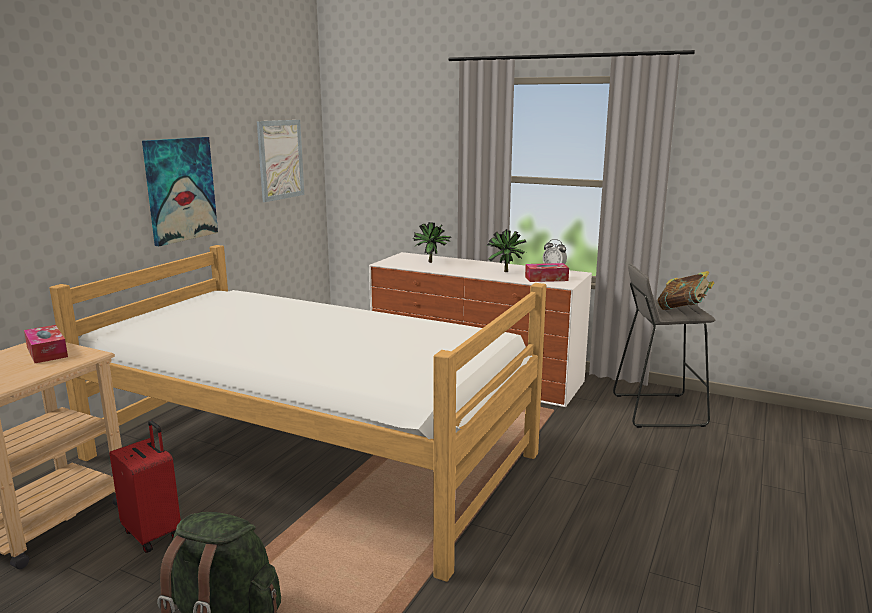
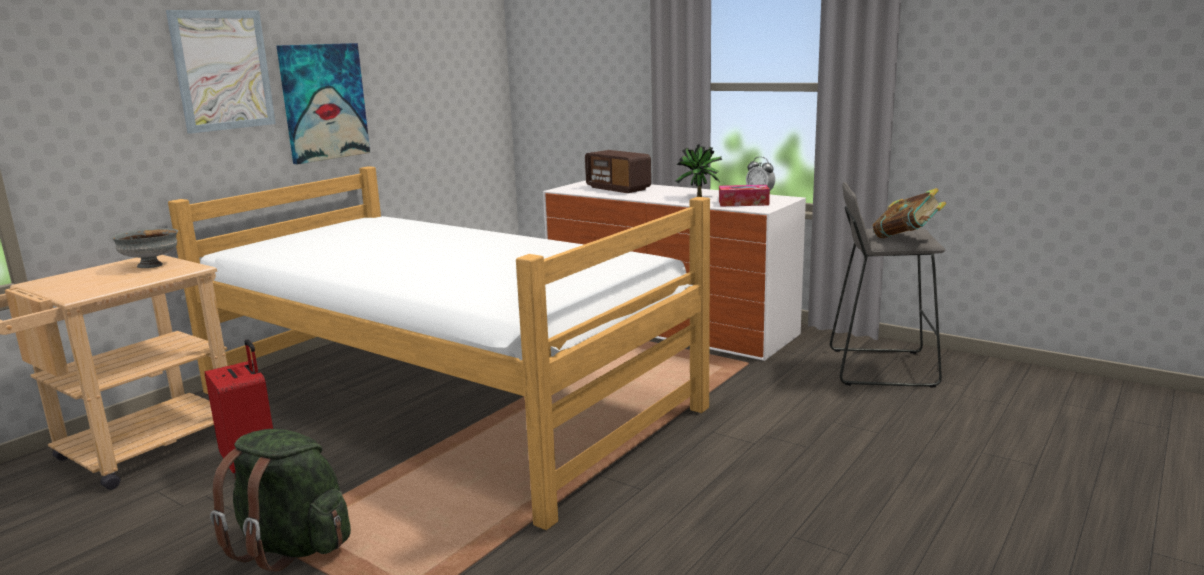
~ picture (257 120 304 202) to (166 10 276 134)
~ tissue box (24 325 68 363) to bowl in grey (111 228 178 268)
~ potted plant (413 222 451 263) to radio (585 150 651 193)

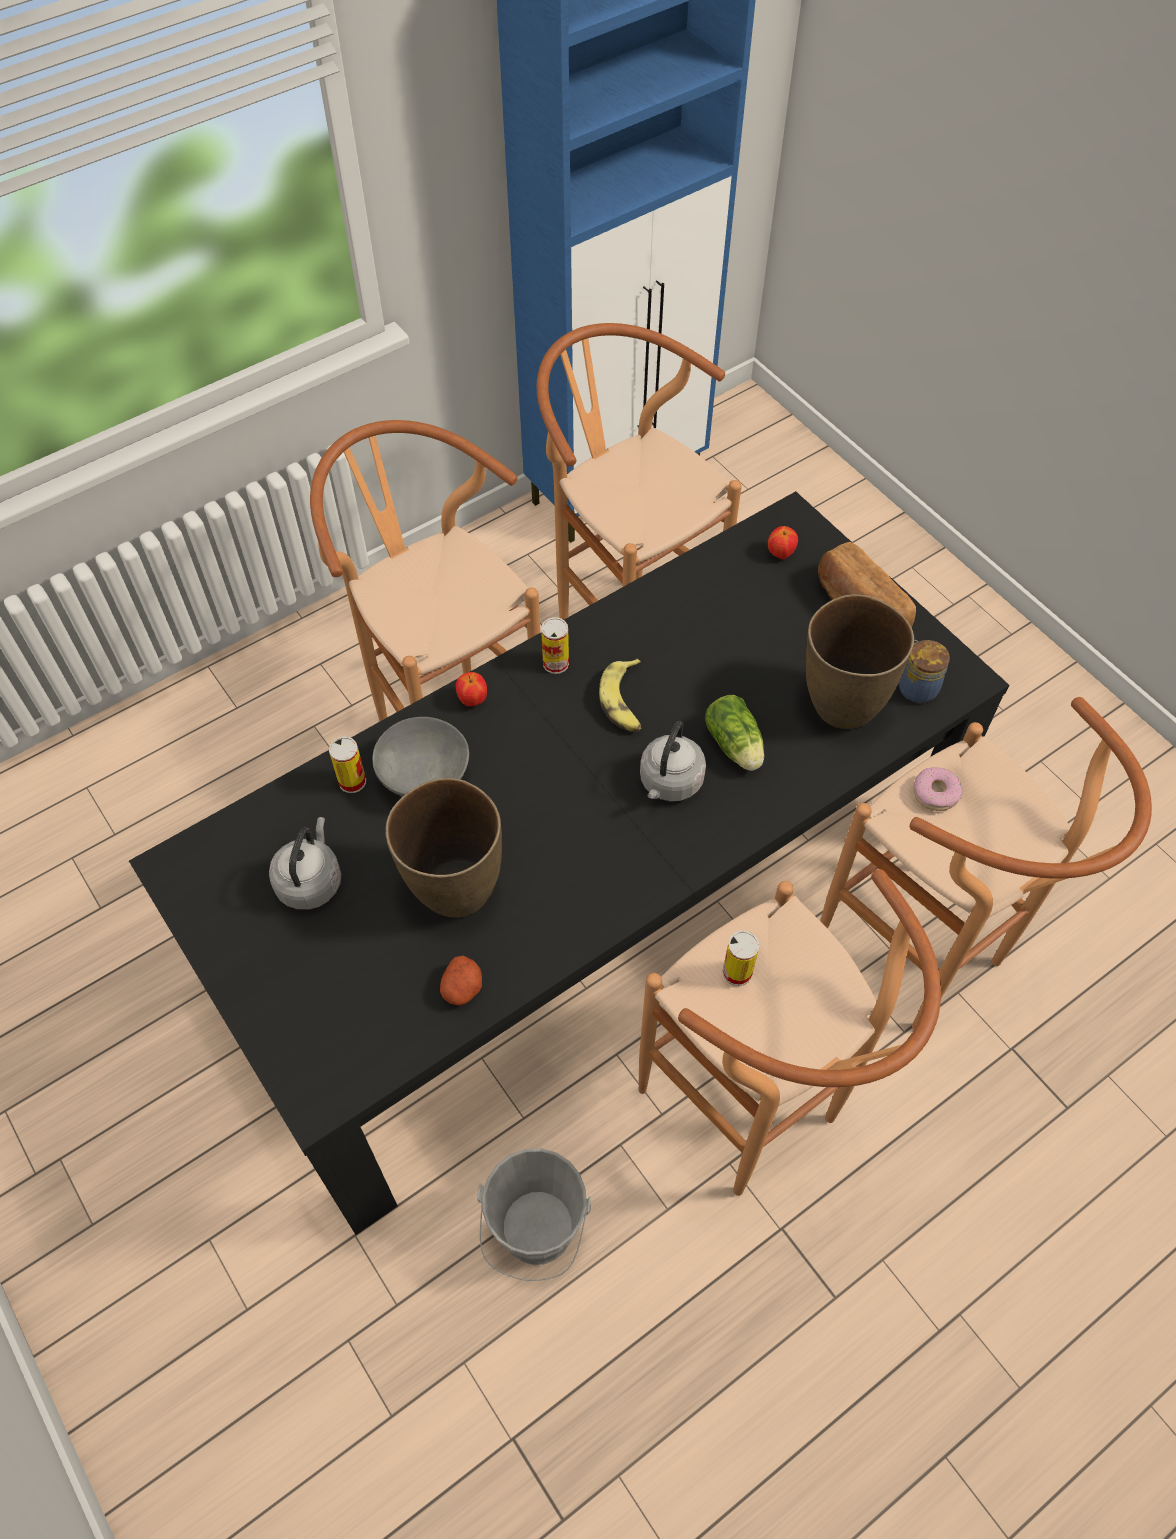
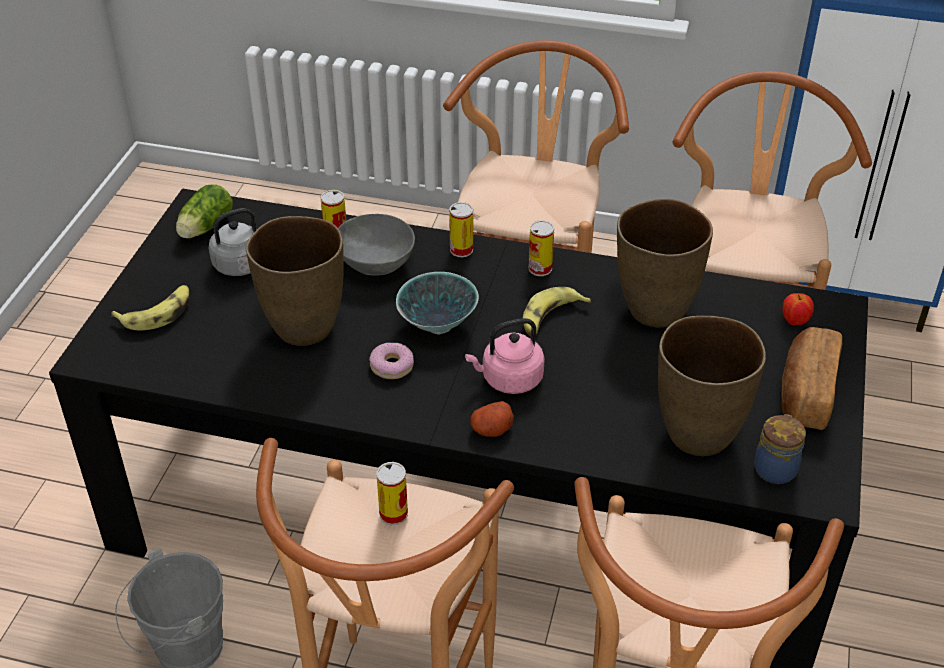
+ banana (111 285 189 331)
+ bowl (396 272 479 335)
+ vase in brown (617 199 713 328)
~ potato (440 956 482 1006) to (470 401 514 437)
~ lettuce (705 695 764 771) to (176 184 233 238)
~ donut (914 767 962 811) to (369 343 414 379)
~ apple (456 672 487 706) to can (449 202 473 257)
~ kettle in grey (640 721 706 802) to kettle in pink (465 318 545 394)

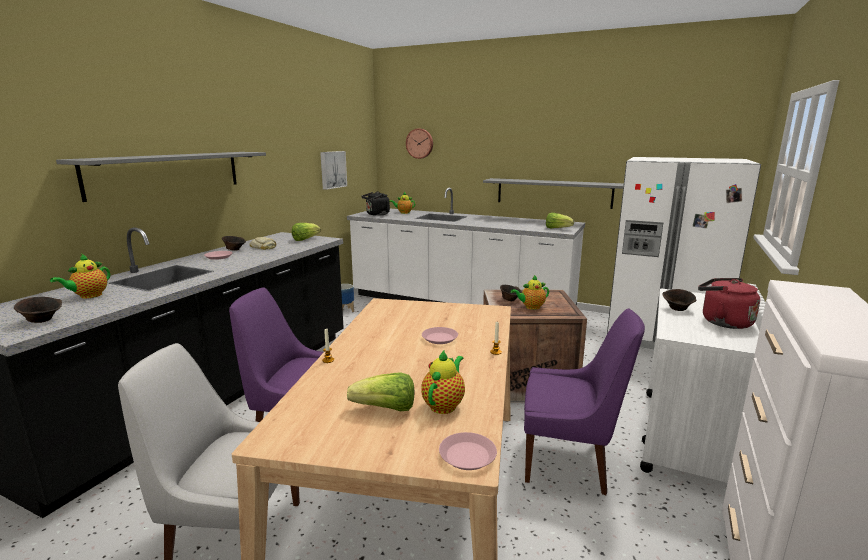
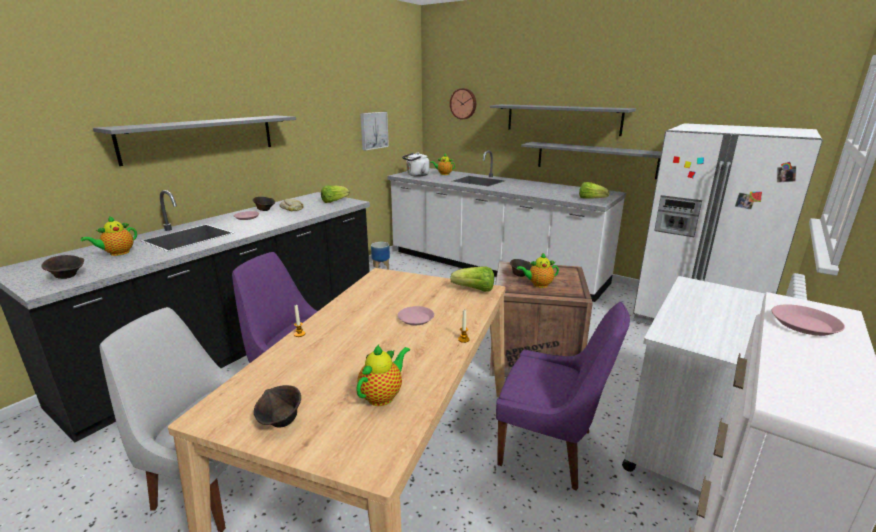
- kettle in red (698 278 760 329)
+ shelf in grey (490 104 636 136)
~ lettuce (347 372 414 411) to (450 267 494 292)
~ plate in pink (439 432 497 470) to (772 304 845 336)
~ bowl in brown (662 289 697 311) to (254 385 301 428)
~ kettle in black (361 192 390 216) to kettle in white (402 153 429 177)

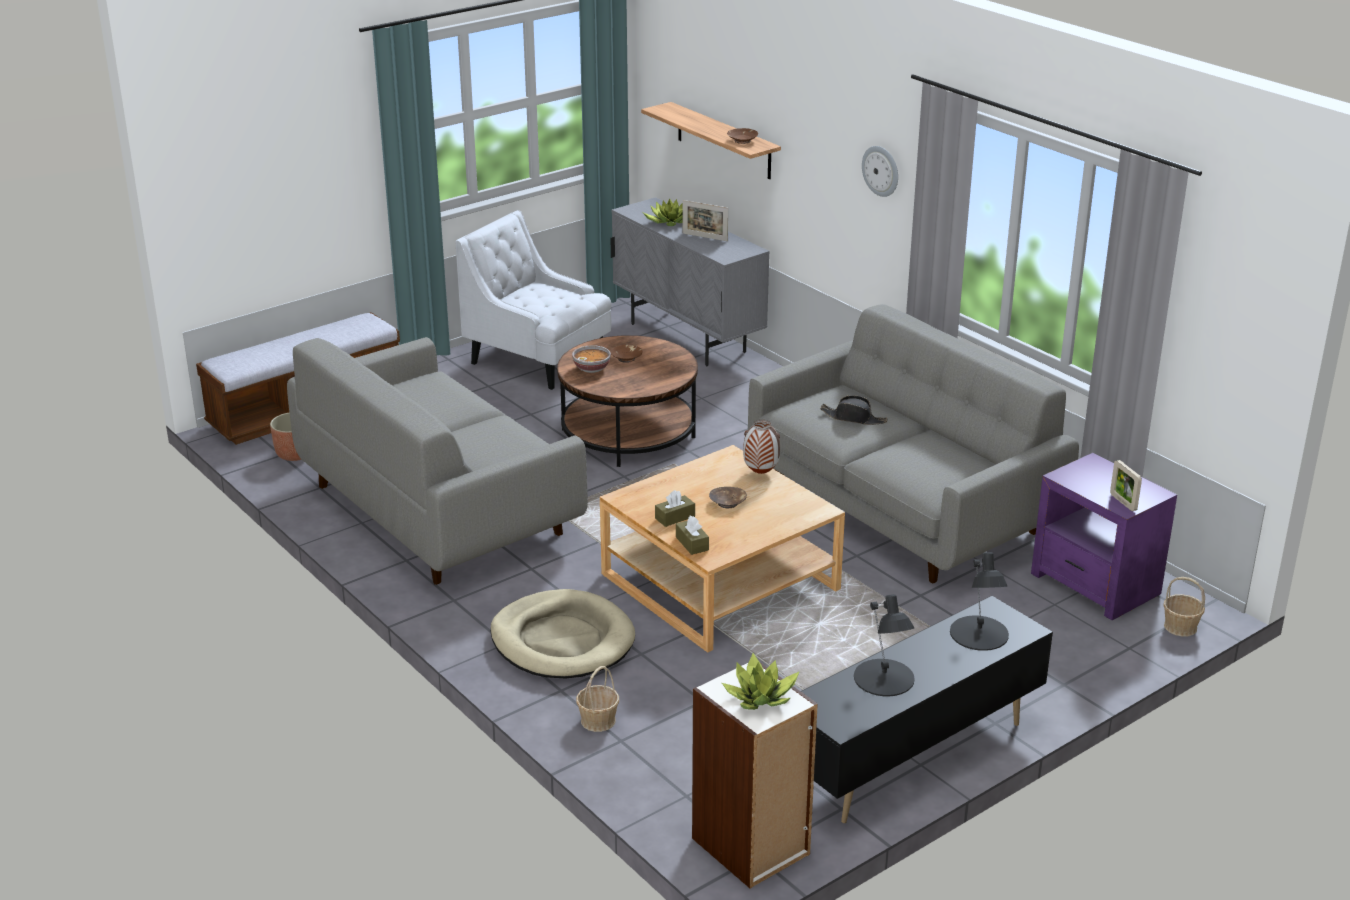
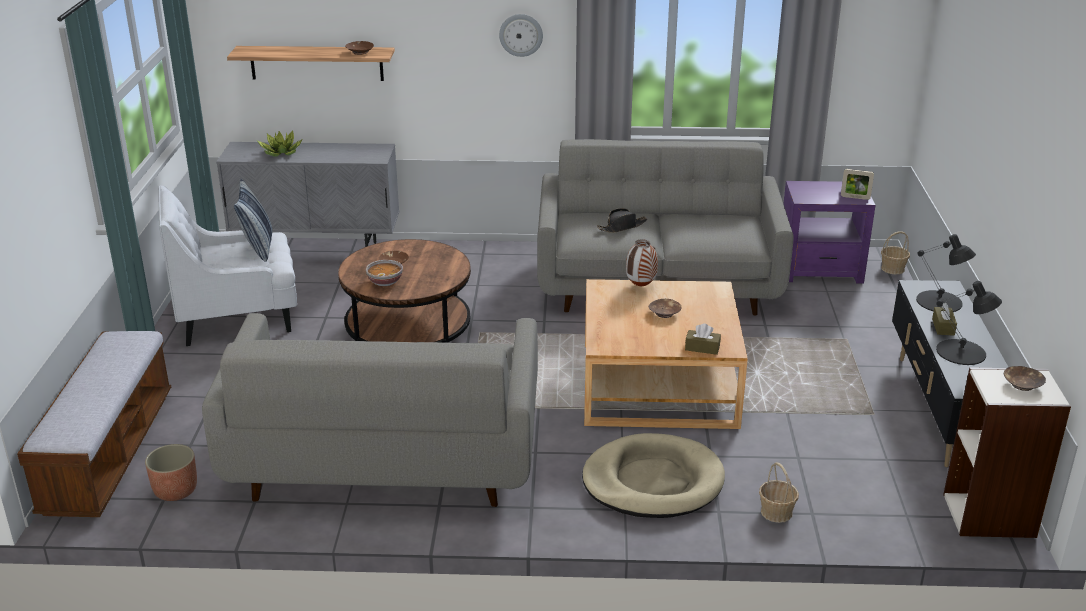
- picture frame (682 200 728 241)
+ pillow (234 178 272 262)
~ tissue box in brown (655 490 695 527) to (932 303 957 336)
~ potted plant (722 653 800 710) to bowl in brown (1004 366 1046 391)

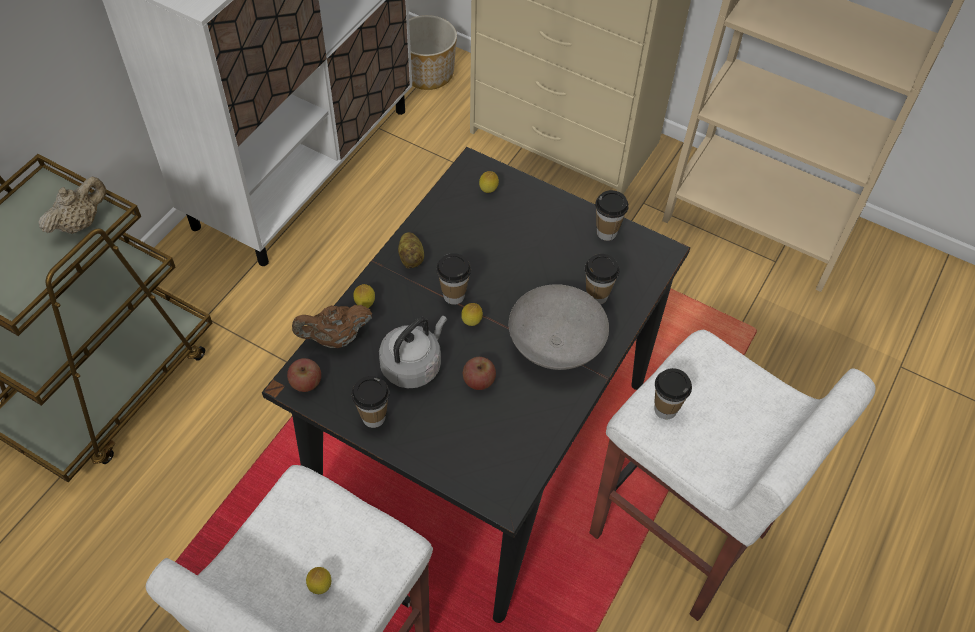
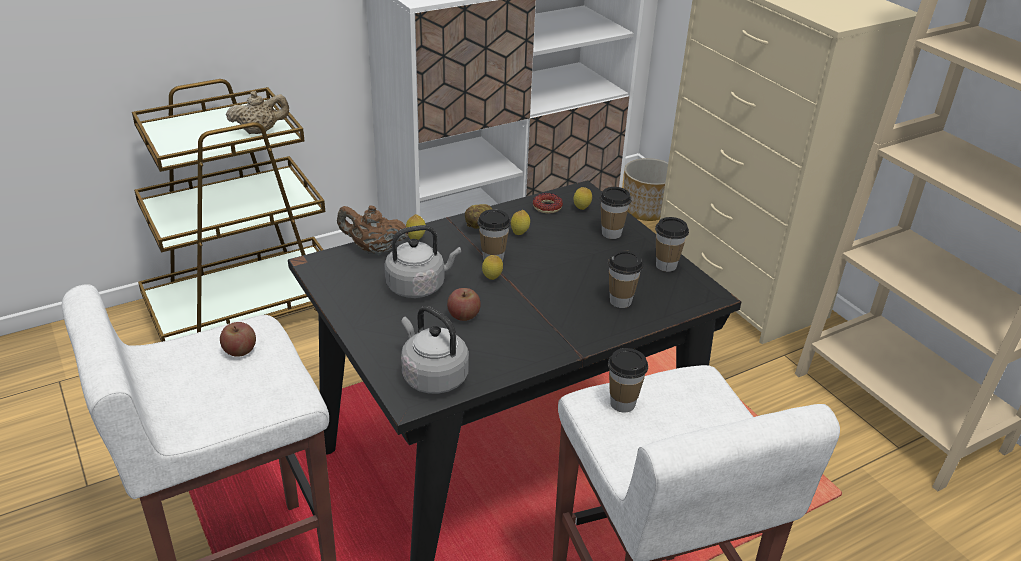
- bowl in grey (509 284 609 370)
+ kettle in grey (401 306 469 394)
+ donut (533 193 563 214)
~ apple (287 358 321 392) to (220 322 256 357)
~ lemon (306 567 331 594) to (511 210 530 235)
~ cup (352 376 390 428) to (600 187 632 239)

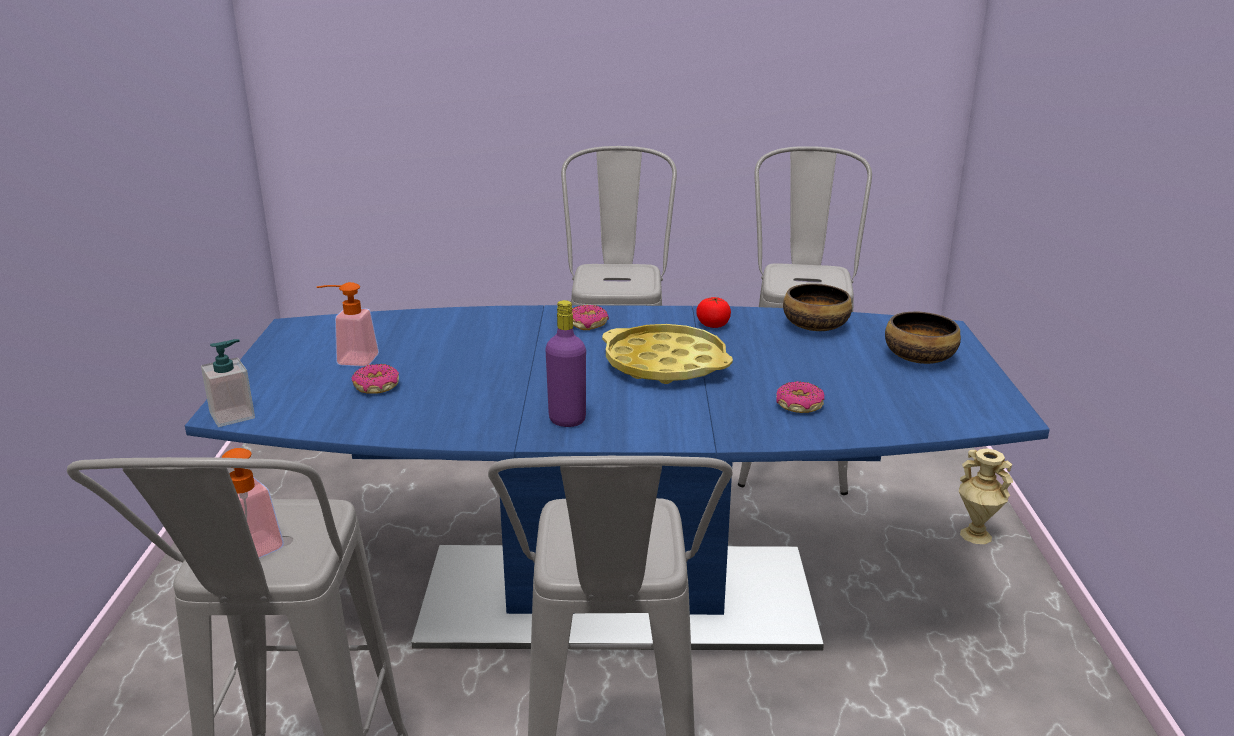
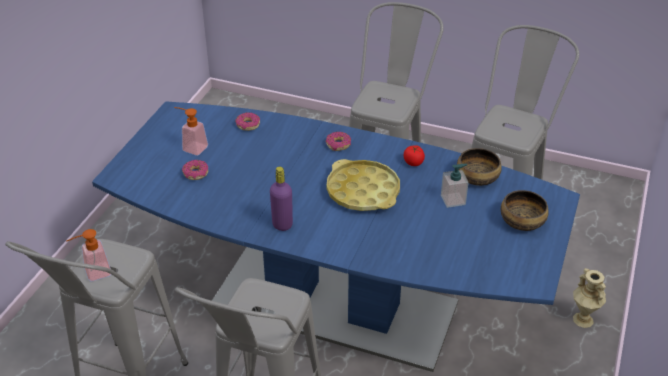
~ soap dispenser (201 339 255 427) to (441 164 469 208)
~ donut (776 381 824 413) to (235 112 260 131)

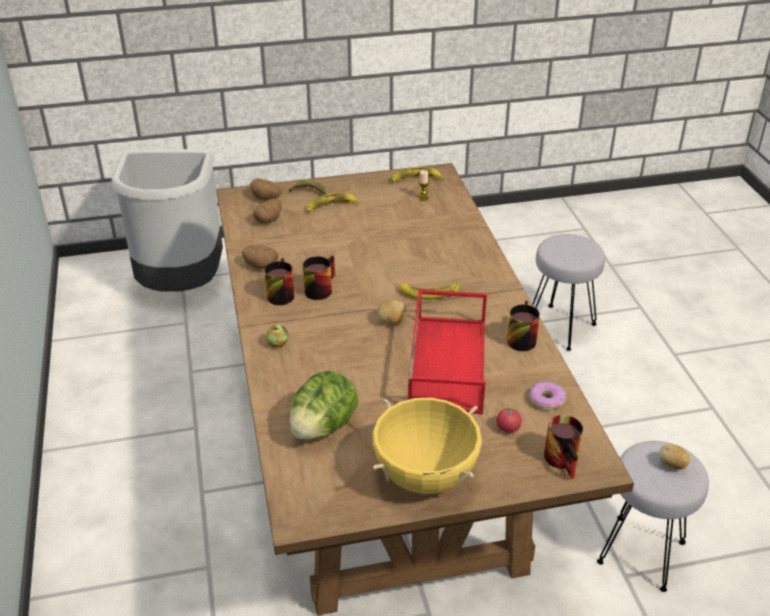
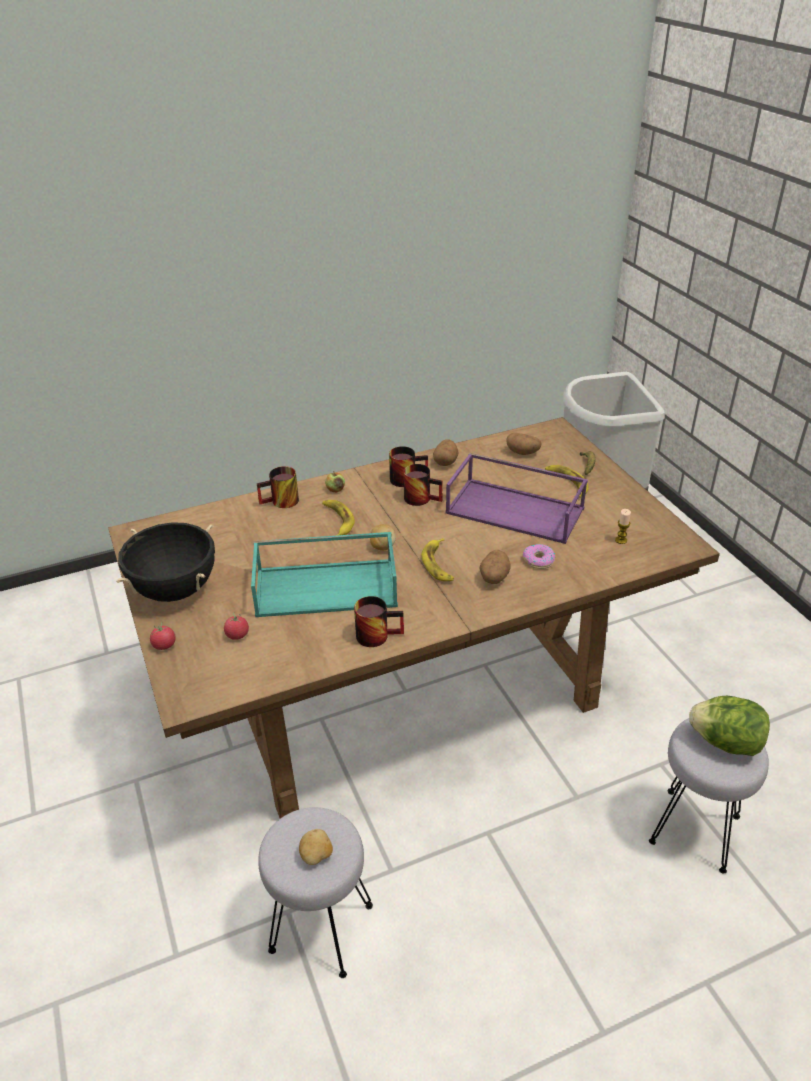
+ tomato (150 623 176 650)
+ tray in purple (445 453 588 544)
~ potato (250 178 282 201) to (479 550 511 584)
~ lettuce (289 371 359 440) to (689 696 770 756)
~ banana (391 167 445 182) to (322 500 355 536)
~ donut (530 382 566 410) to (523 544 555 569)
~ mug (544 415 583 479) to (257 466 299 508)
~ cooking pot in yellow (372 398 482 494) to cooking pot in black (116 522 215 602)
~ tray in red (408 289 487 415) to tray in turquoise (251 532 398 617)

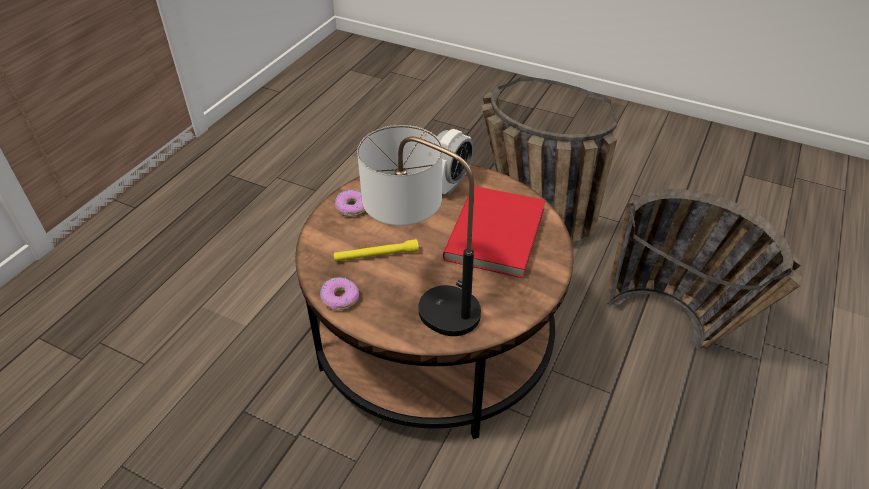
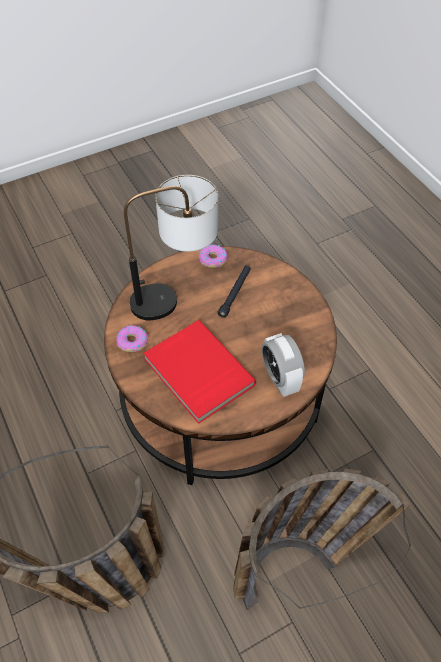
~ donut (335 190 365 217) to (116 325 148 352)
~ flashlight in yellow (334 239 419 261) to flashlight in black (217 265 251 318)

